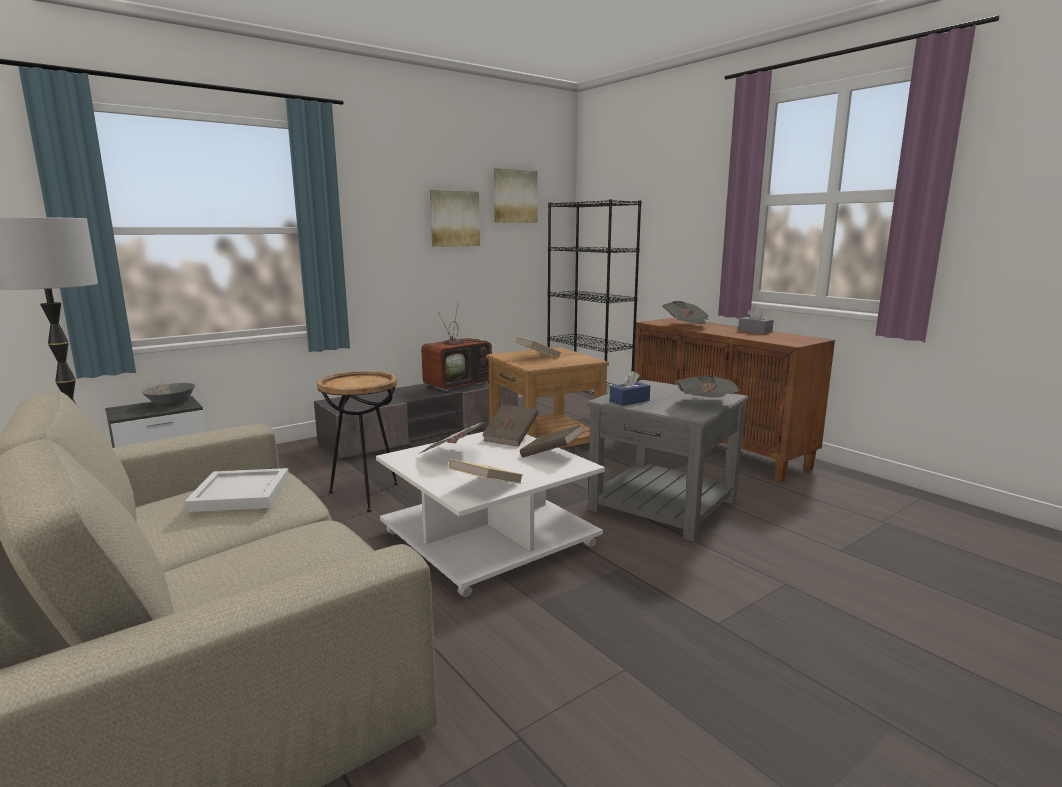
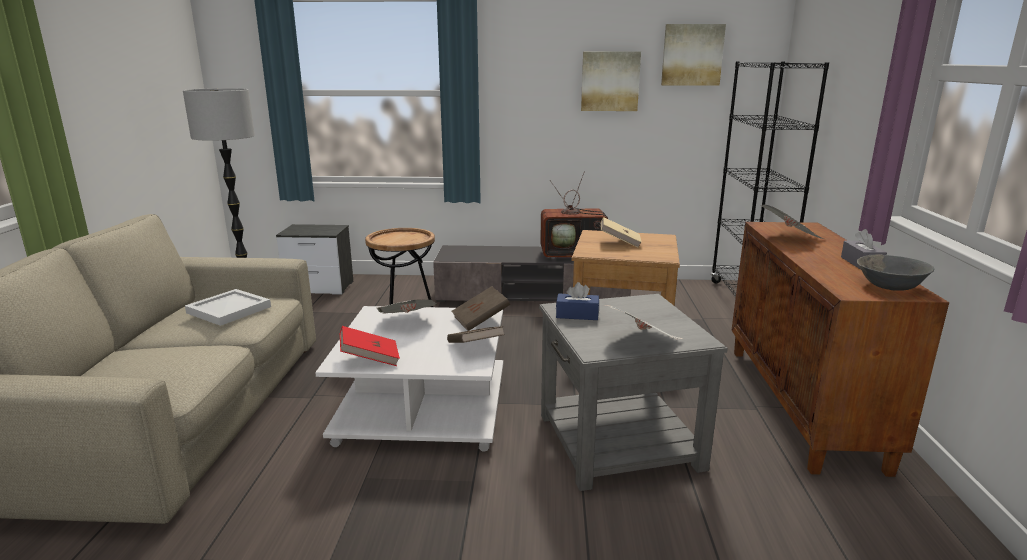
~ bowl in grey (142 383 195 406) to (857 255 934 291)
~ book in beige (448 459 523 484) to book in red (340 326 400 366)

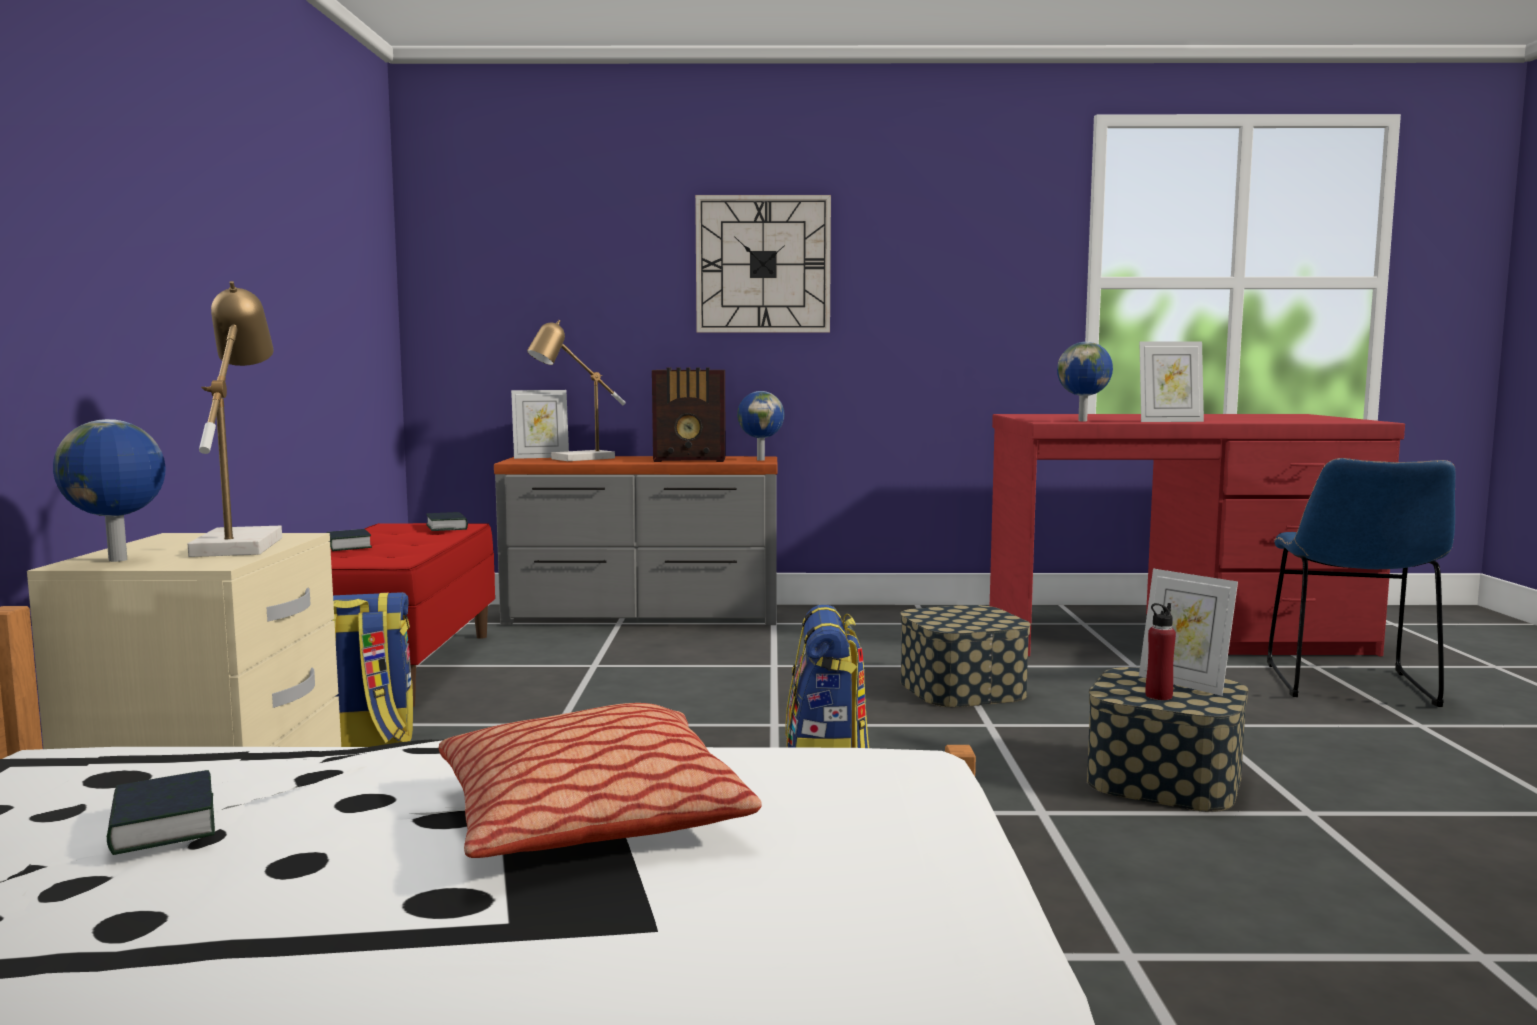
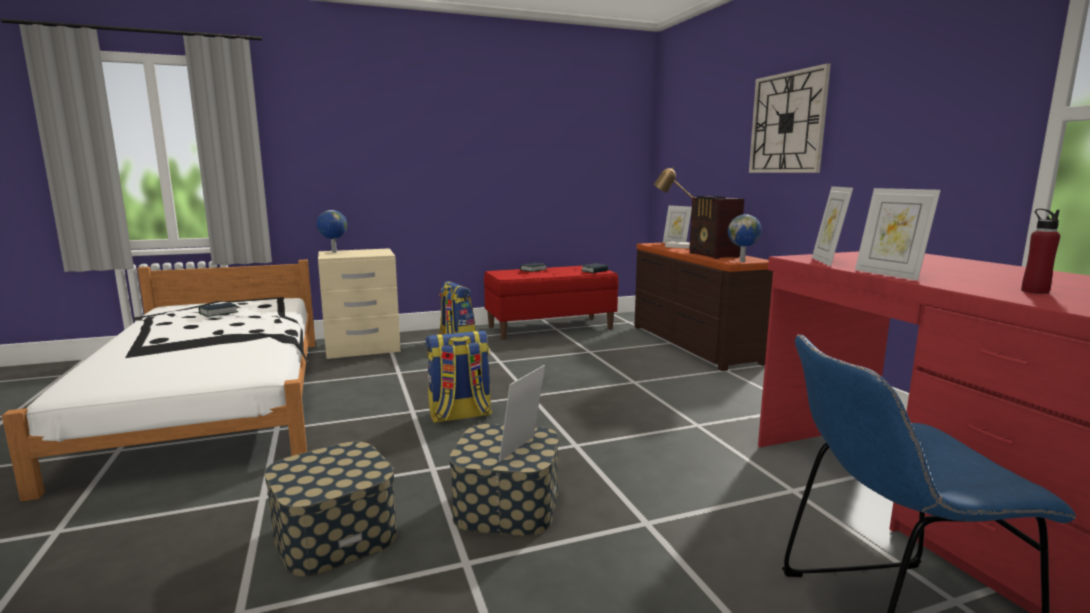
- table lamp (188 281 282 557)
- pillow (439 703 762 858)
~ storage box (900 605 1031 707) to (264 441 397 577)
~ bottle in red (1145 603 1176 700) to (1021 209 1060 294)
~ globe (1057 342 1113 421) to picture frame (812 186 853 266)
~ dresser in grey (494 456 778 625) to dresser in brown (634 243 773 371)

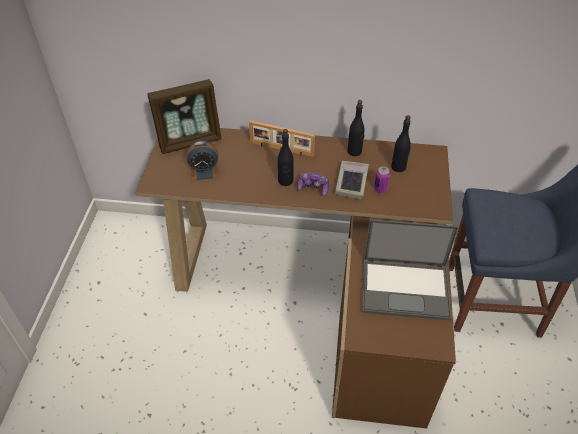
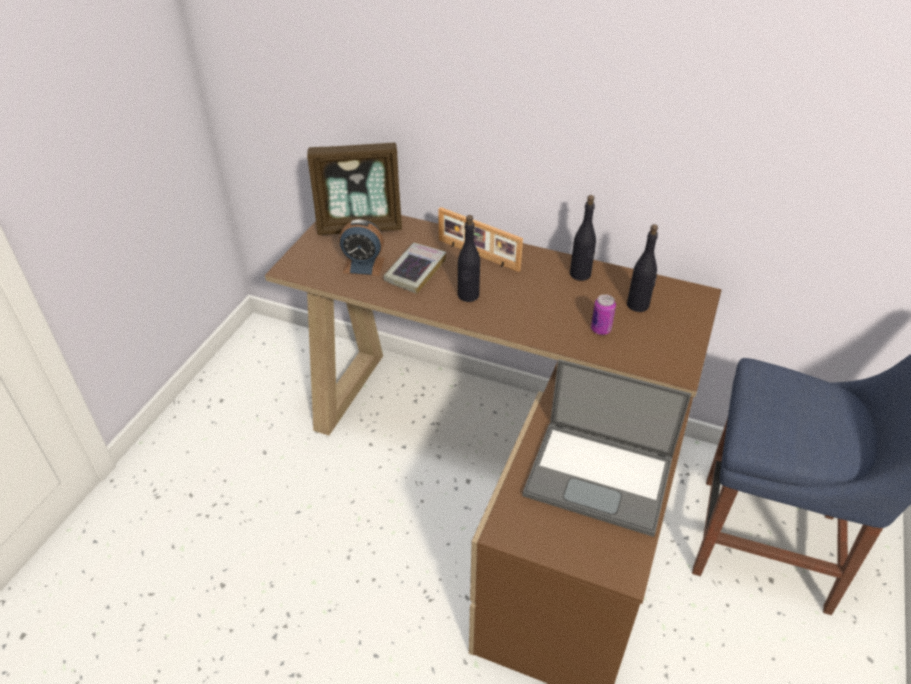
- game controller (297 173 329 196)
~ book (335 161 369 200) to (384 243 446 294)

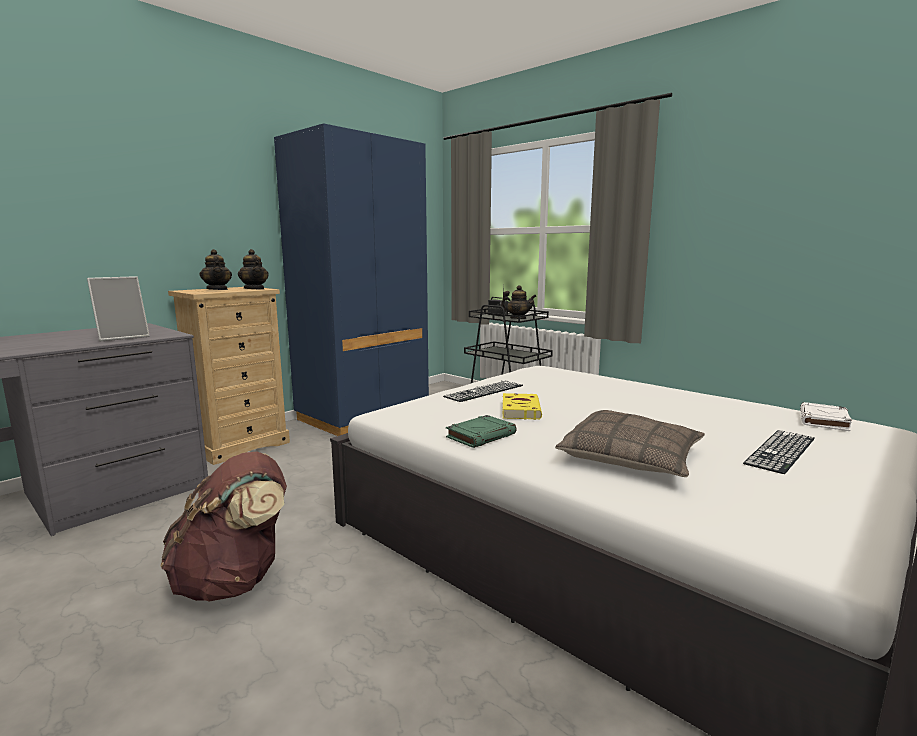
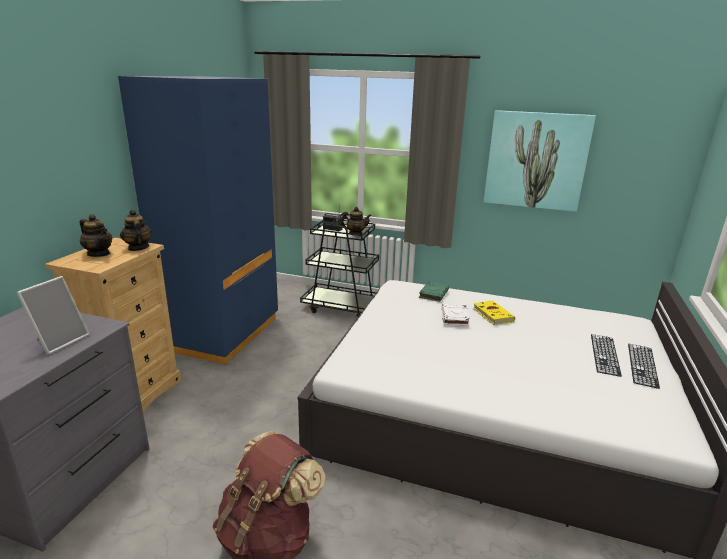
- pillow (555 410 705 477)
+ picture (484 110 596 212)
~ keyboard (443 381 523 402) to (628 344 660 389)
~ book in green (446 415 517 448) to (419 282 449 302)
~ book in yellow (502 393 542 420) to (473 301 515 325)
~ book in white (800 402 852 431) to (442 304 469 326)
~ teapot (238 249 269 289) = (120 209 152 251) 150 degrees counterclockwise

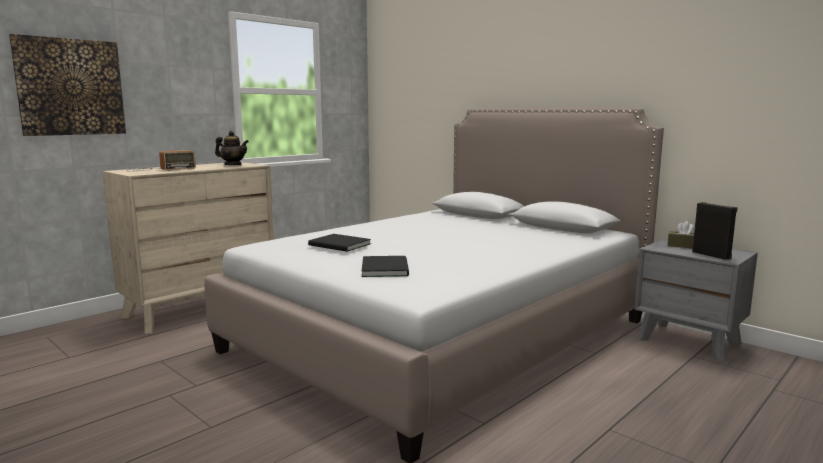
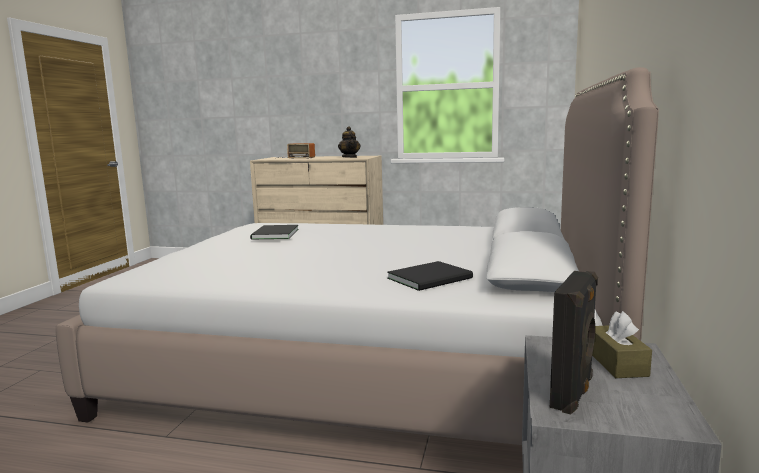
- picture (9 34 126 136)
~ book in black (362 256 409 277) to (387 261 473 291)

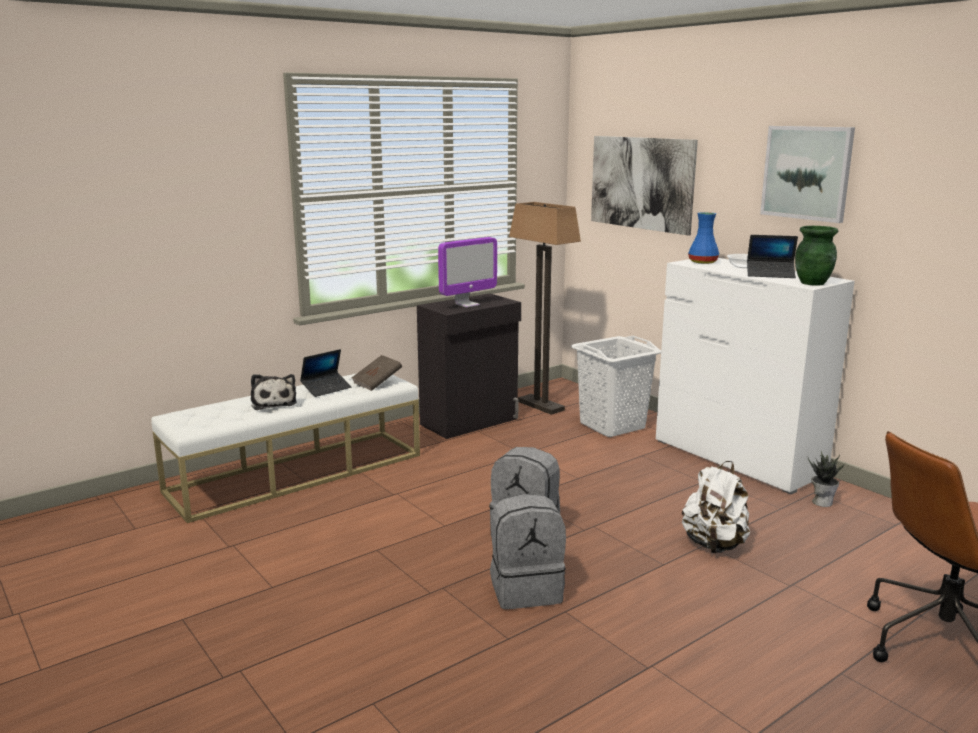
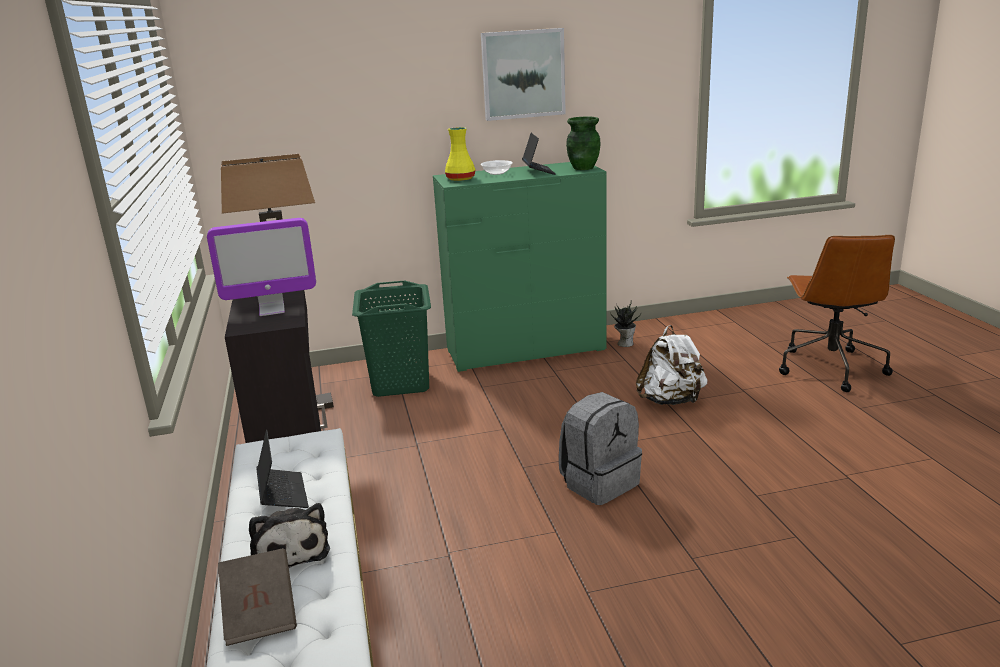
- backpack in grey (490 494 566 609)
- picture (591 136 698 236)
~ book in brown (352 355 402 391) to (218 548 297 646)
~ laundry basket in white (571 336 661 437) to laundry basket in green (352 281 431 397)
~ dresser in white (656 258 855 494) to dresser in green (433 162 607 372)
~ vase in blue (688 212 719 264) to vase in yellow (445 127 475 181)
~ plush toy (251 374 297 410) = (249 503 330 568) 60 degrees clockwise
~ monitor (438 237 497 308) = (207 218 316 316) 90 degrees clockwise
~ laptop (747 235 798 278) = (522 133 556 175) 45 degrees counterclockwise

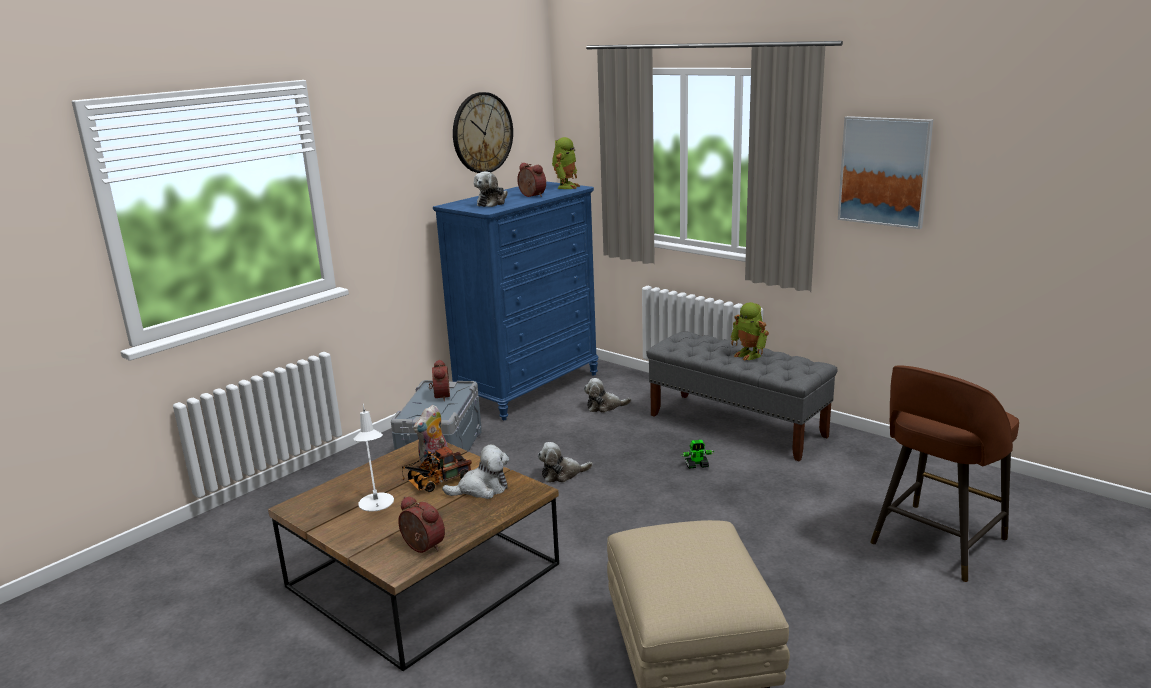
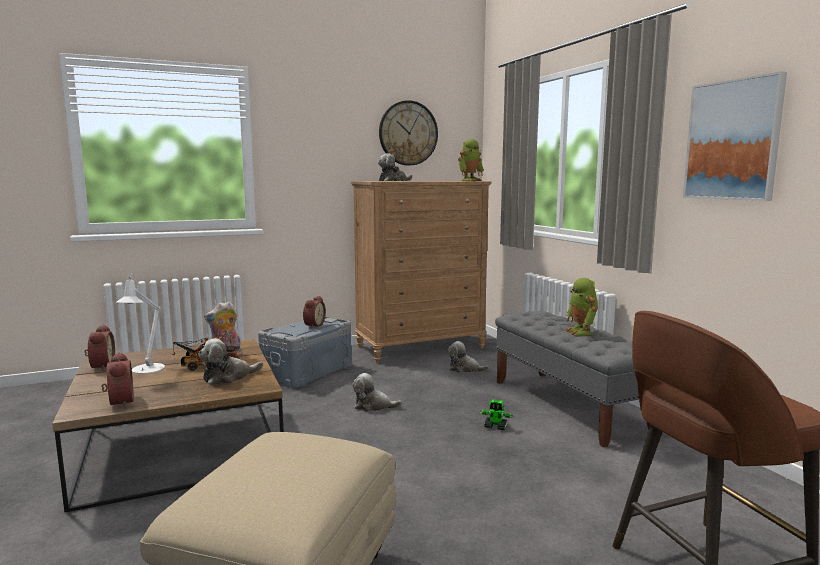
~ alarm clock (517 163 546 197) to (85 325 115 371)
~ dresser in blue (433 182 598 420) to dresser in brown (351 181 491 363)
~ plush toy (442 444 509 499) = (198 338 263 385) 135 degrees clockwise

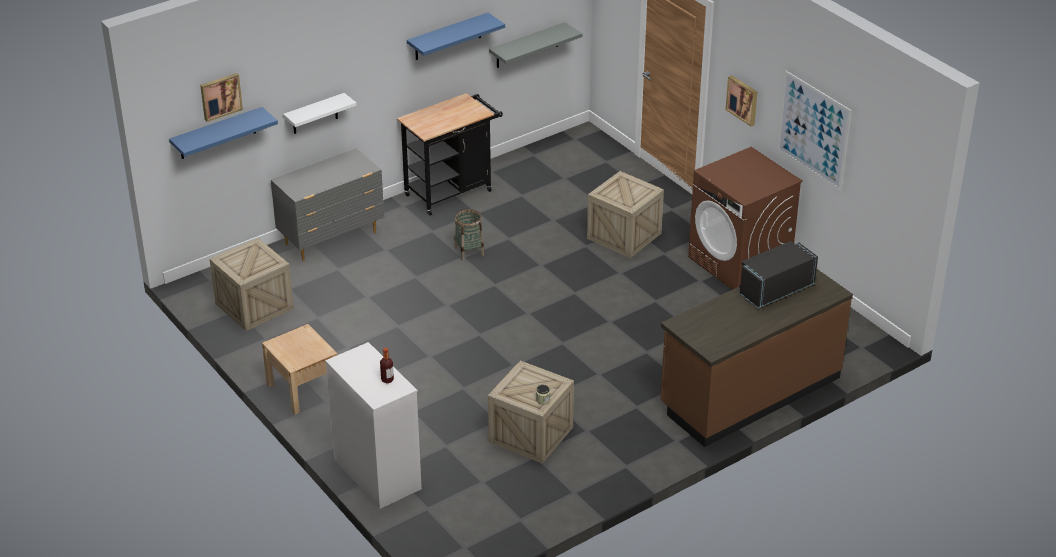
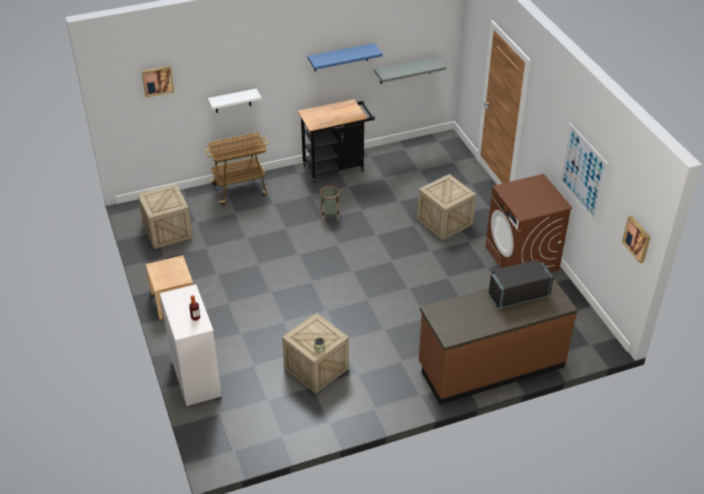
- shelf in blue (169 107 278 159)
~ picture (726 75 757 126) to (622 216 650 263)
~ dresser in grey (271 148 384 261) to cart (205 133 269 206)

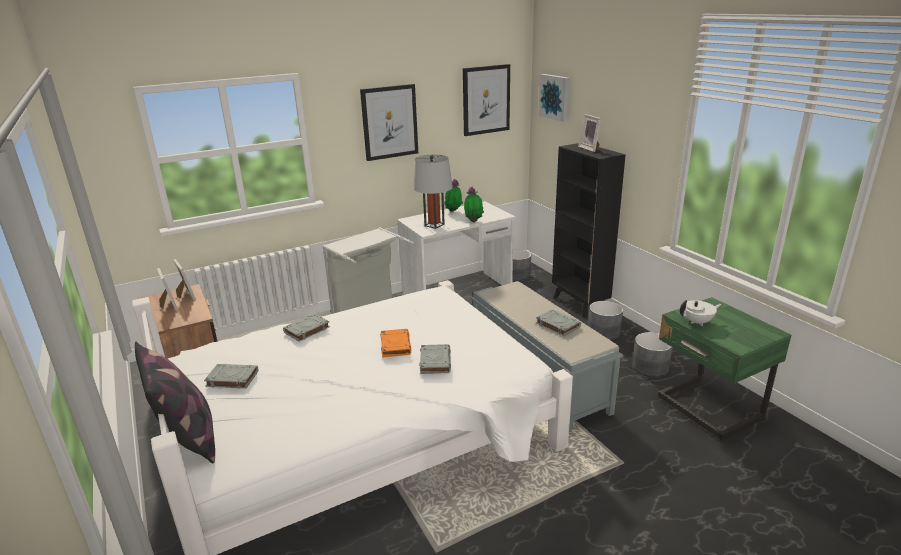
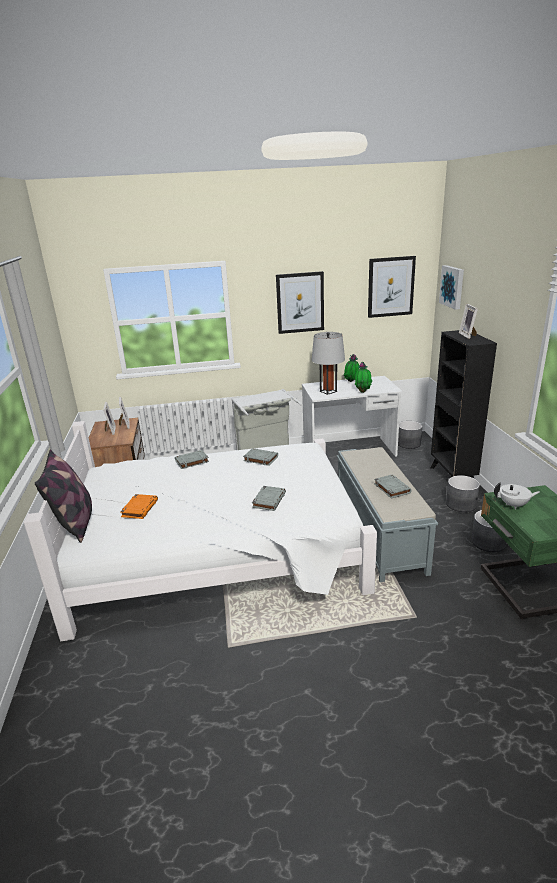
~ book in grey (204 364 258 389) to (243 448 278 466)
~ book in orange (380 329 411 358) to (120 494 158 519)

